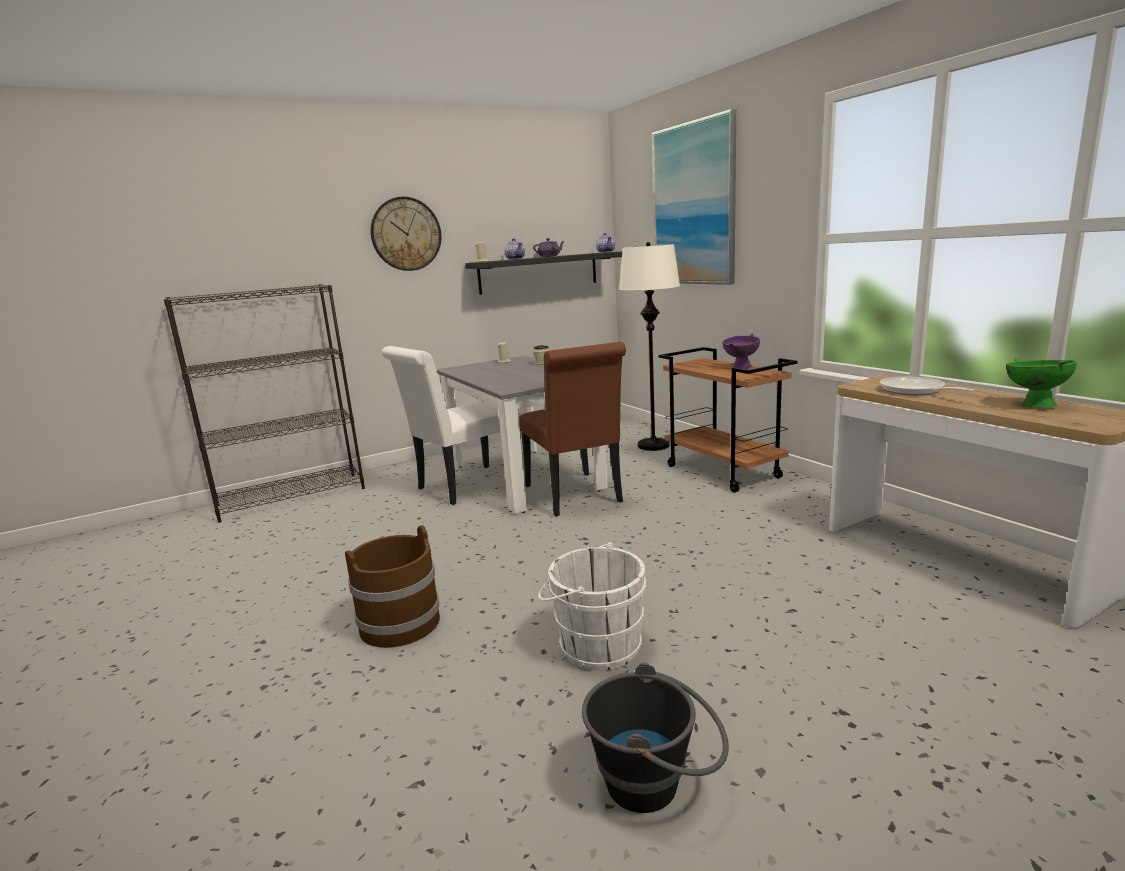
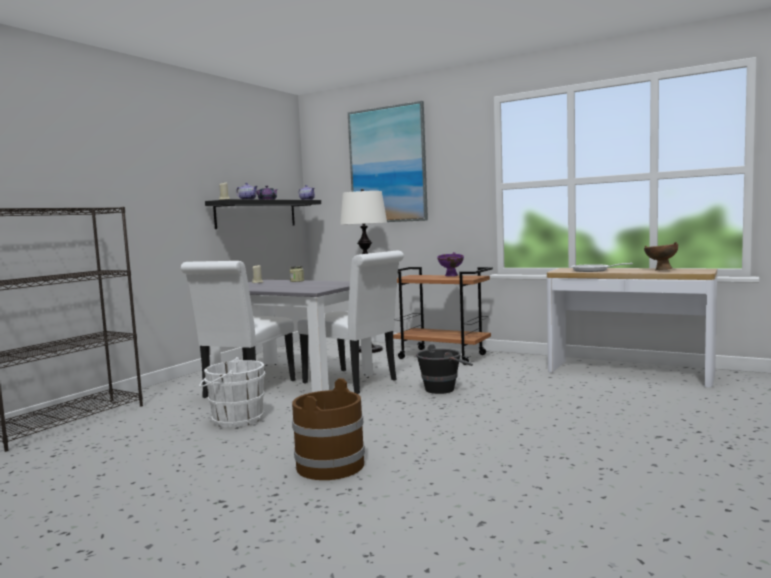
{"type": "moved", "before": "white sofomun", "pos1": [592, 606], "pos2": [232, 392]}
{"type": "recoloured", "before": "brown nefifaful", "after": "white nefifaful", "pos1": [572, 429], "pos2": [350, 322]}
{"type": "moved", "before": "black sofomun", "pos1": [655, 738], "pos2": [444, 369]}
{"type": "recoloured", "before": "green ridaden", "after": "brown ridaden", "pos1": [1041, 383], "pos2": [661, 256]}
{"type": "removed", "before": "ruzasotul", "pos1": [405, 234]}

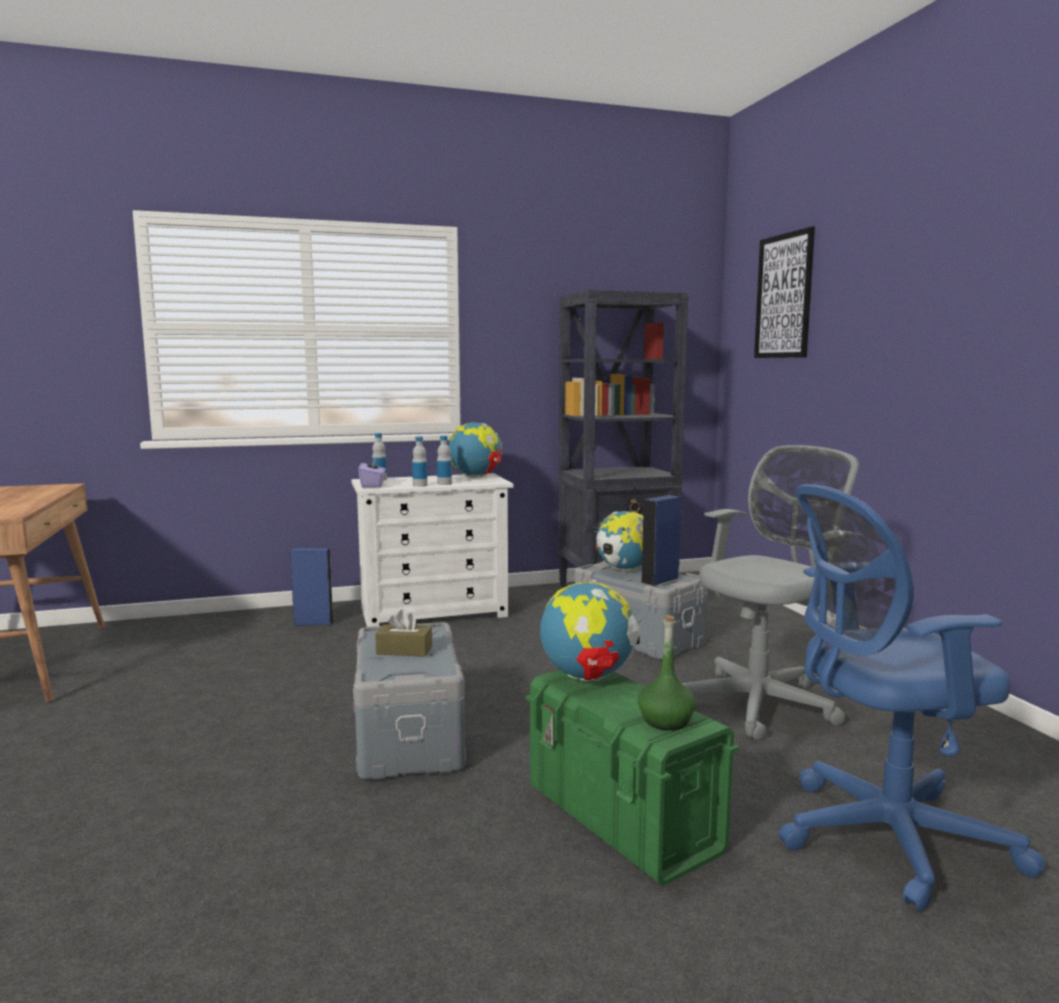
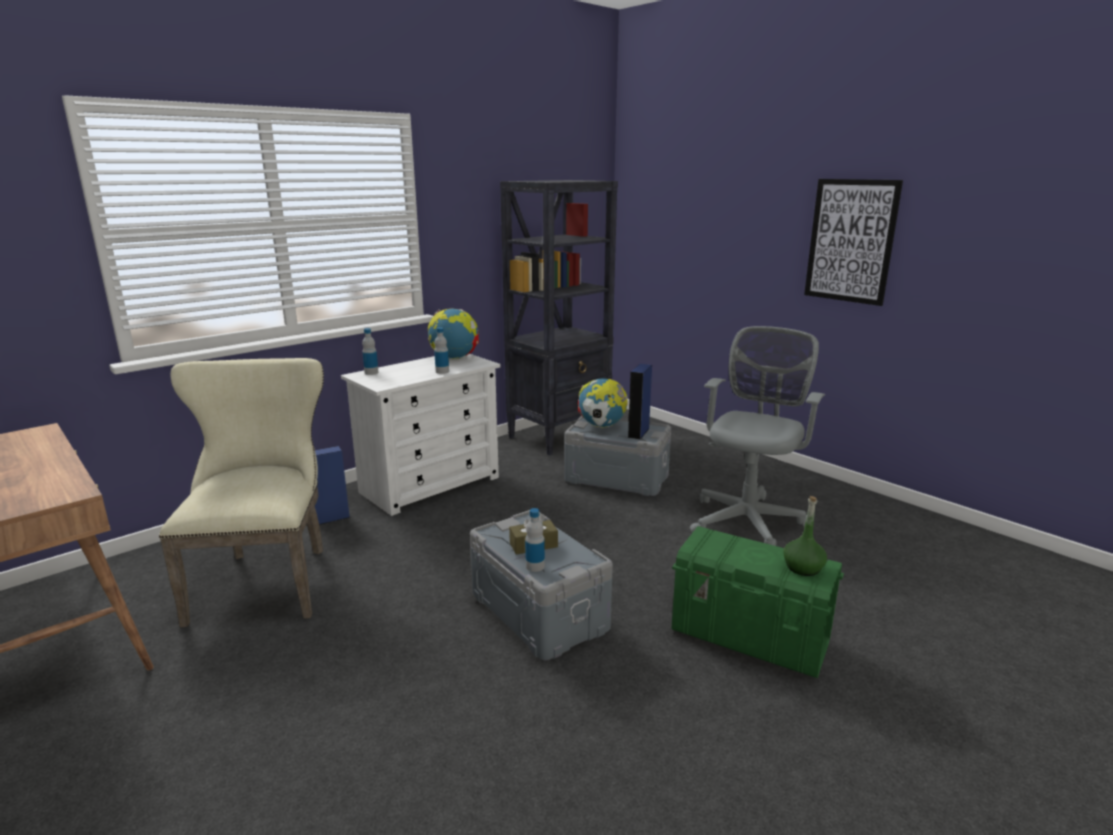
{"type": "added", "after": "beige nefifaful", "pos2": [241, 492]}
{"type": "moved", "before": "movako", "pos1": [420, 462], "pos2": [535, 540]}
{"type": "moved", "before": "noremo", "pos1": [784, 292], "pos2": [853, 242]}
{"type": "removed", "before": "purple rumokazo", "pos1": [372, 472]}
{"type": "removed", "before": "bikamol", "pos1": [590, 630]}
{"type": "removed", "before": "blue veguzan", "pos1": [912, 697]}

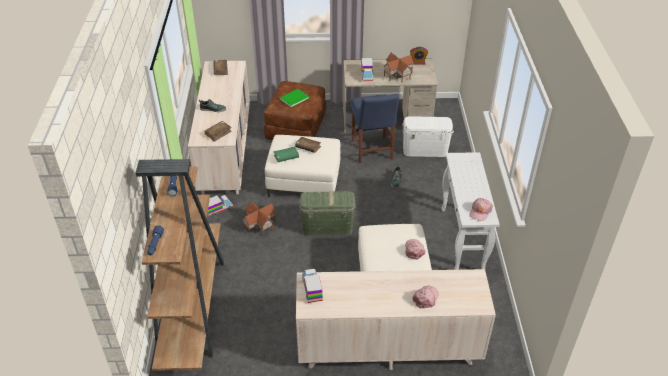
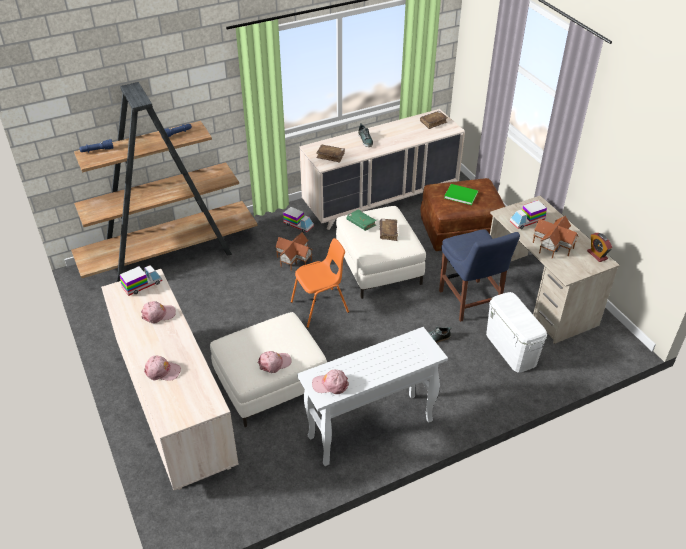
{"type": "added", "after": "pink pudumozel", "pos2": [158, 312]}
{"type": "replaced", "before": "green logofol", "after": "orange nefifaful", "pos1": [327, 213], "pos2": [320, 283]}
{"type": "turned", "before": "blue nefifaful", "pos1": [375, 128], "pos2": [479, 275], "turn": -75}

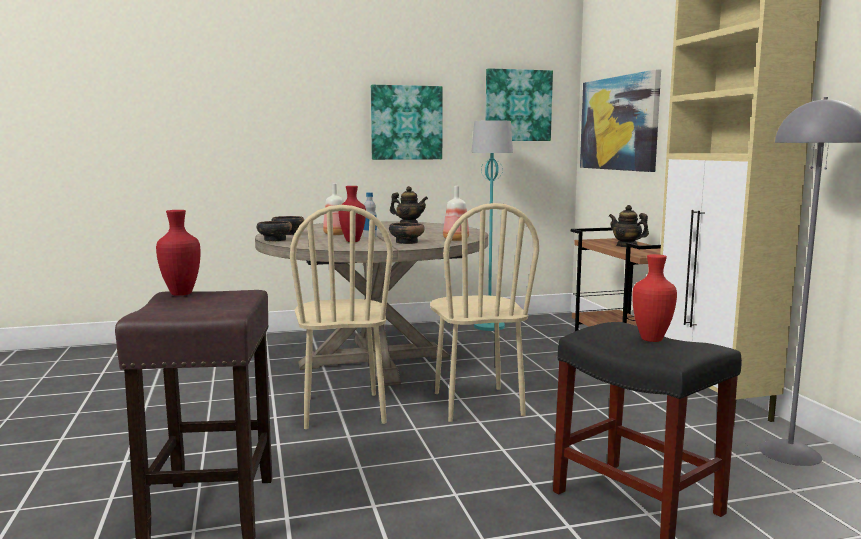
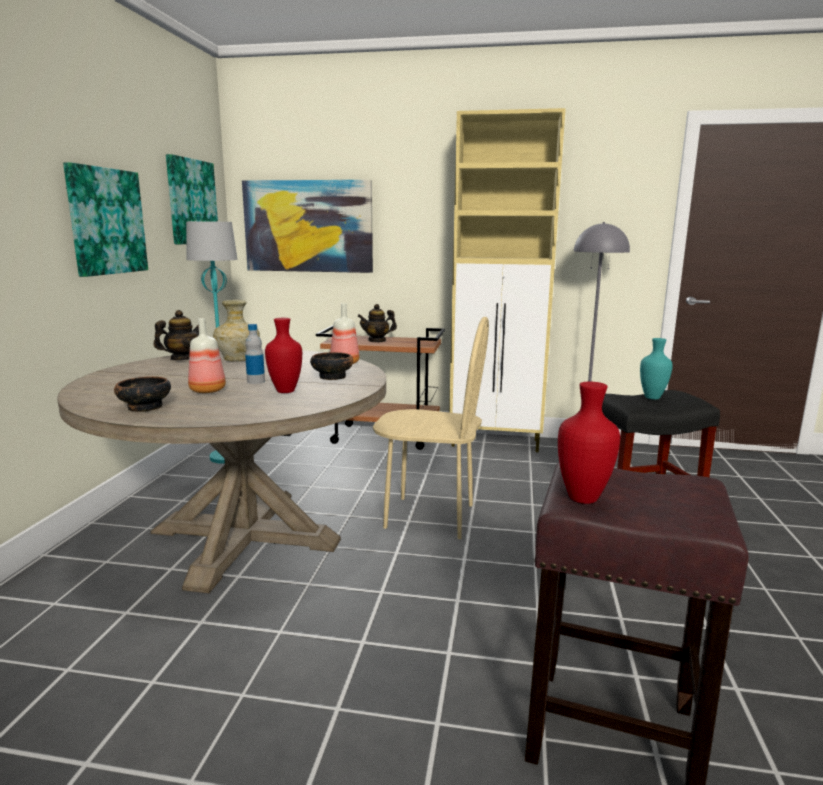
{"type": "added", "after": "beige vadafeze", "pos2": [236, 331]}
{"type": "recoloured", "before": "red vadafeze", "after": "turquoise vadafeze", "pos1": [654, 298], "pos2": [656, 369]}
{"type": "removed", "before": "ridaden", "pos1": [274, 231]}
{"type": "removed", "before": "beige nefifaful", "pos1": [341, 317]}

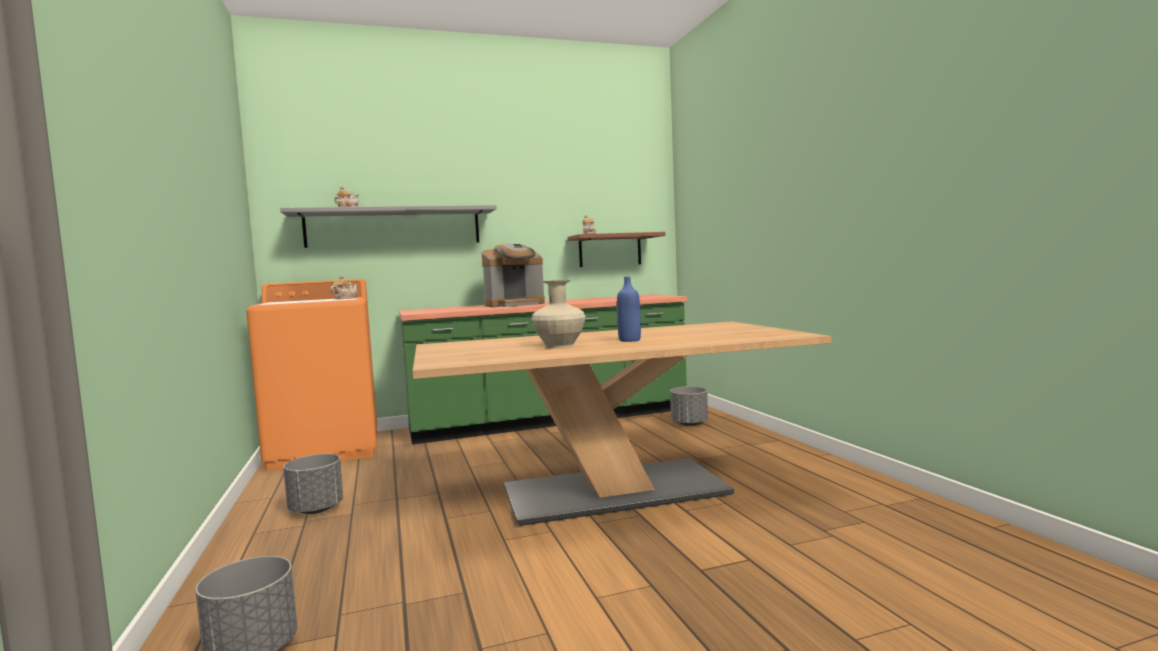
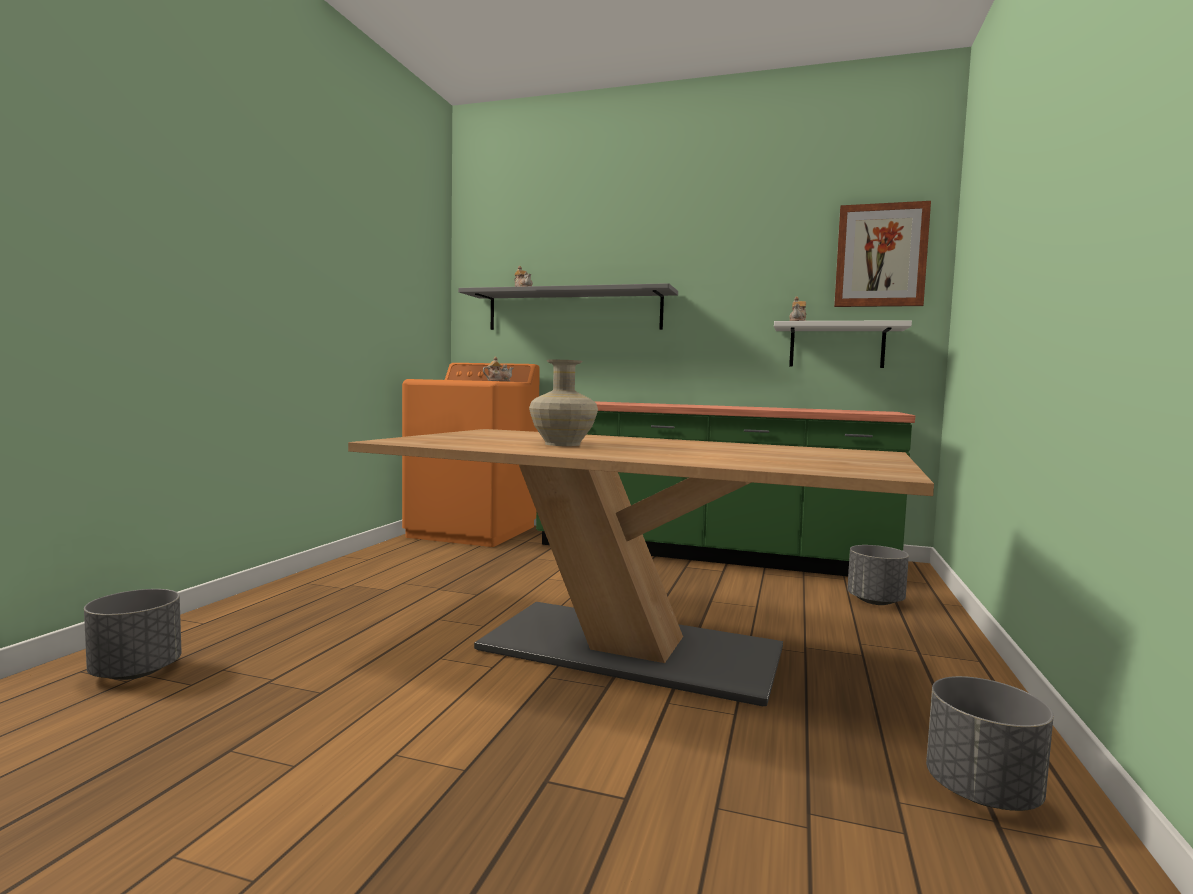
{"type": "recoloured", "before": "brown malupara", "after": "white malupara", "pos1": [617, 249], "pos2": [843, 344]}
{"type": "added", "after": "noremo", "pos2": [882, 254]}
{"type": "moved", "before": "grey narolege", "pos1": [313, 484], "pos2": [990, 743]}
{"type": "removed", "before": "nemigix", "pos1": [513, 275]}
{"type": "removed", "before": "blue movako", "pos1": [629, 309]}

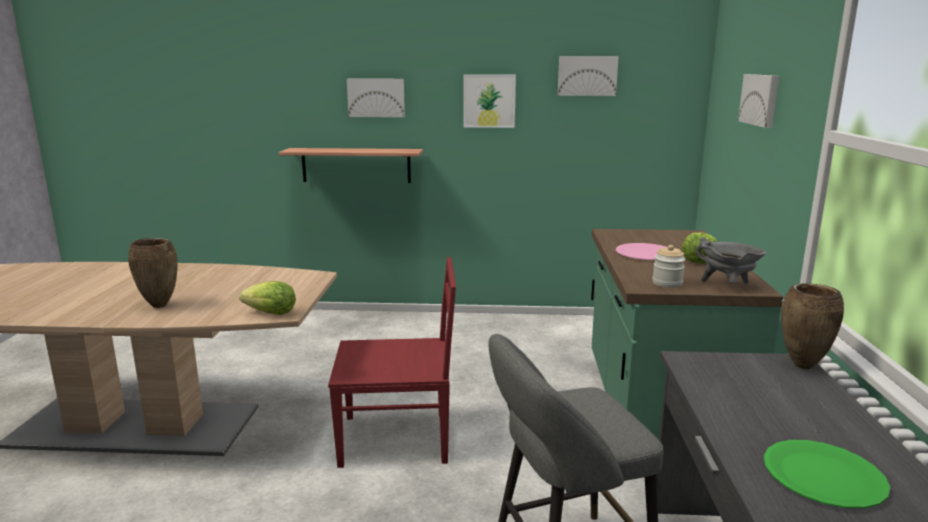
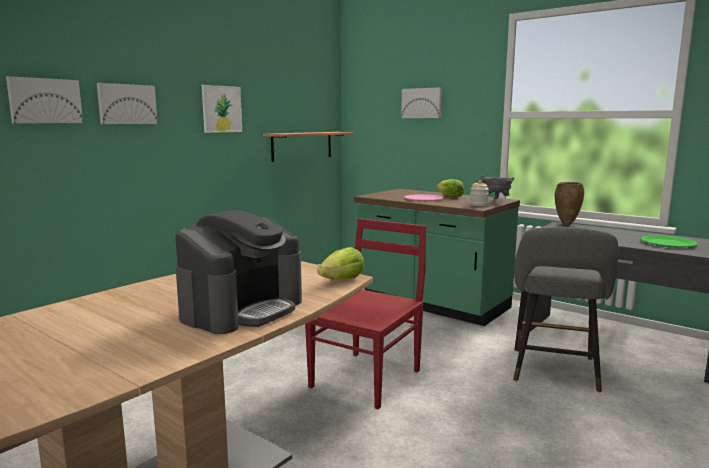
{"type": "moved", "before": "noremo", "pos1": [588, 76], "pos2": [44, 99]}
{"type": "replaced", "before": "brown vadafeze", "after": "nemigix", "pos1": [153, 273], "pos2": [238, 272]}
{"type": "moved", "before": "malupara", "pos1": [351, 165], "pos2": [308, 147]}

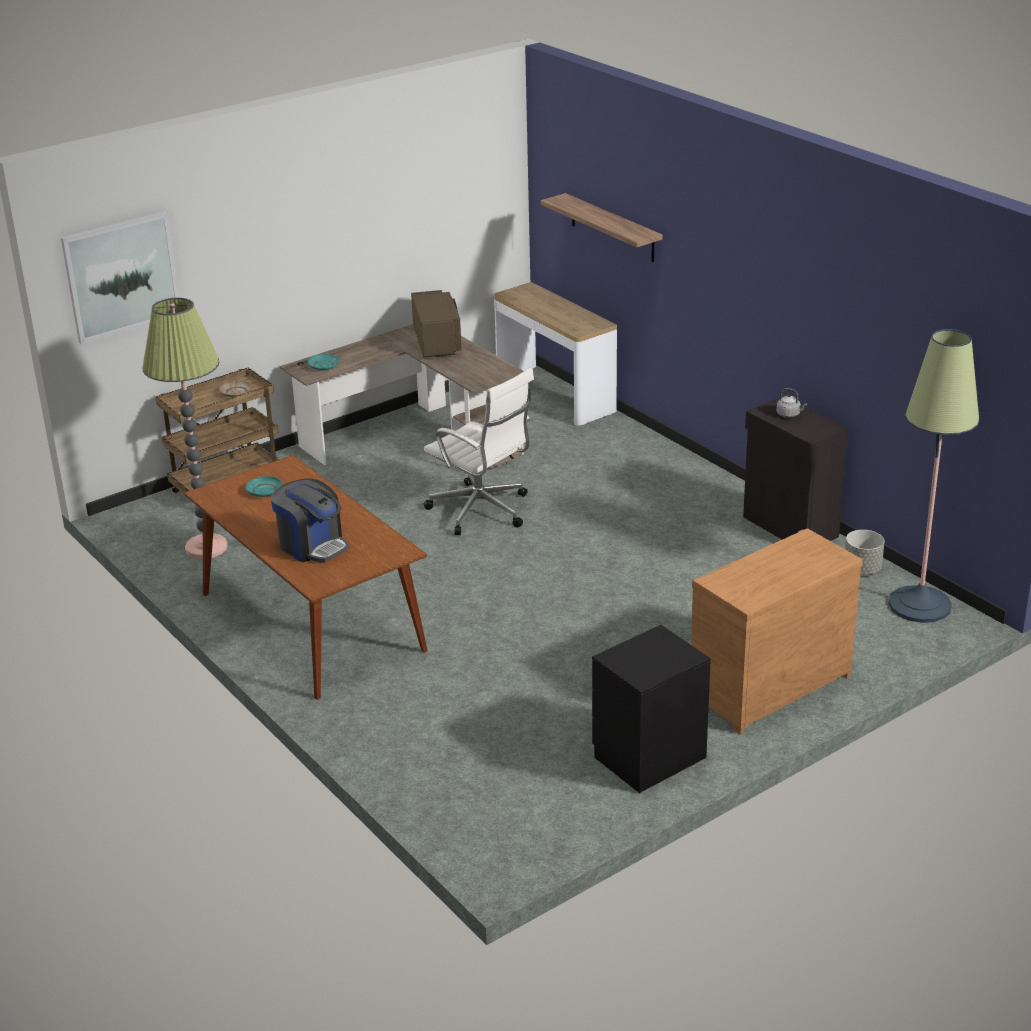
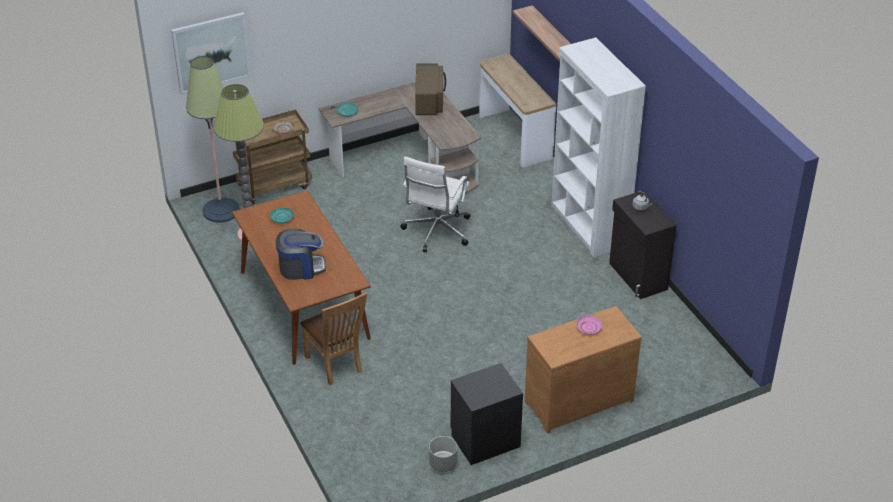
{"type": "moved", "before": "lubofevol", "pos1": [933, 476], "pos2": [213, 139]}
{"type": "turned", "before": "nemigix", "pos1": [309, 520], "pos2": [301, 254], "turn": -60}
{"type": "added", "after": "brown nefifaful", "pos2": [333, 338]}
{"type": "turned", "before": "white veguzan", "pos1": [479, 451], "pos2": [435, 204], "turn": 60}
{"type": "moved", "before": "grey narolege", "pos1": [865, 552], "pos2": [443, 454]}
{"type": "added", "after": "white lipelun", "pos2": [598, 147]}
{"type": "added", "after": "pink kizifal", "pos2": [589, 325]}

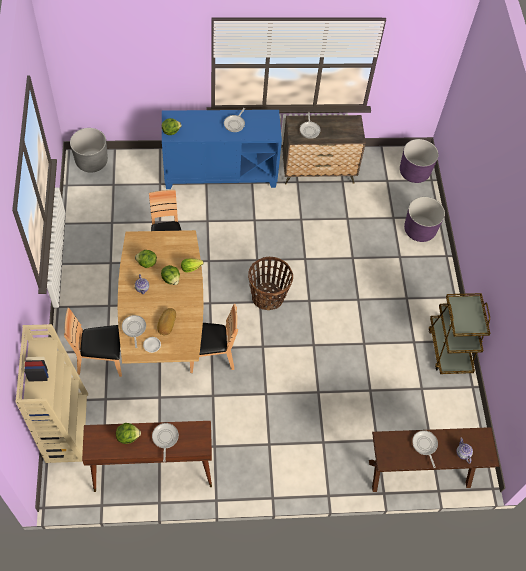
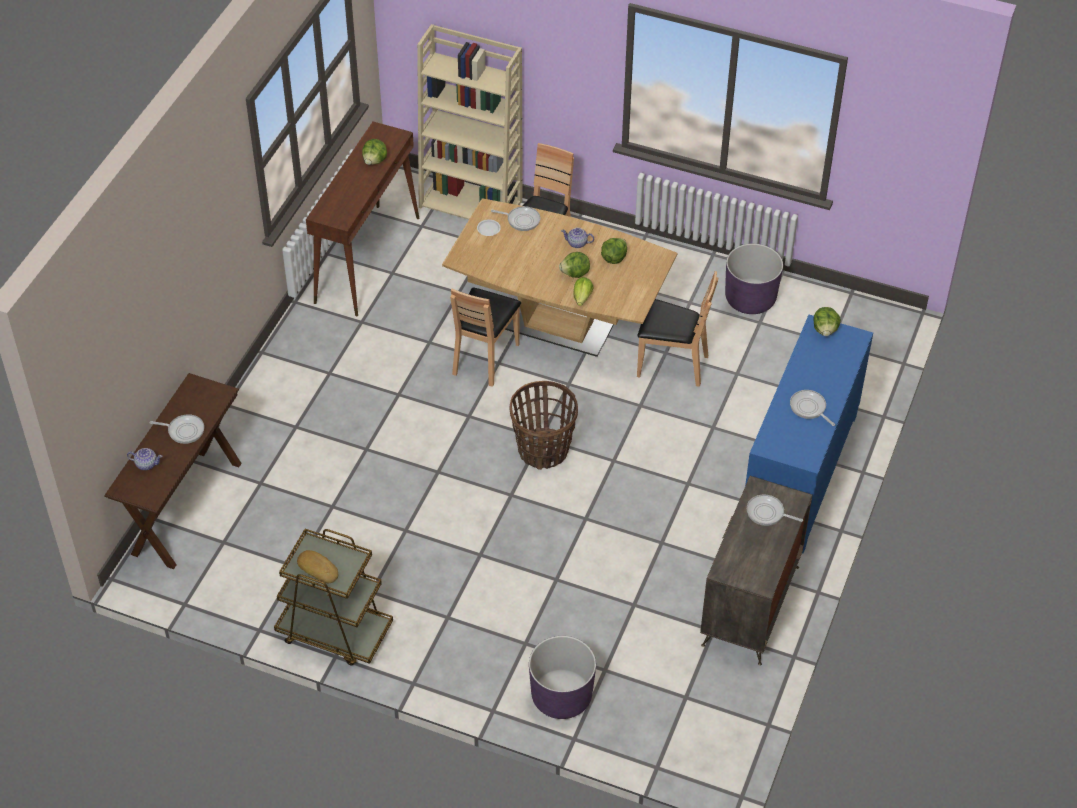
{"type": "moved", "before": "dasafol", "pos1": [166, 321], "pos2": [317, 566]}
{"type": "moved", "before": "purple narolege", "pos1": [419, 161], "pos2": [754, 279]}
{"type": "removed", "before": "grey narolege", "pos1": [89, 150]}
{"type": "removed", "before": "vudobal", "pos1": [165, 442]}

